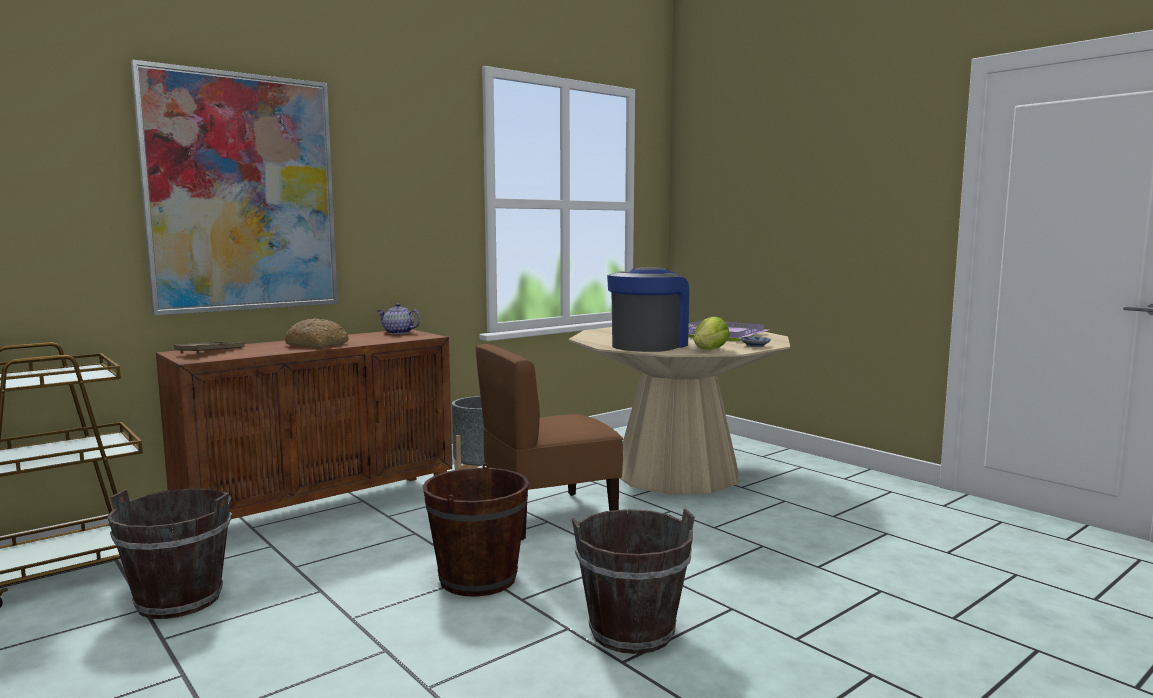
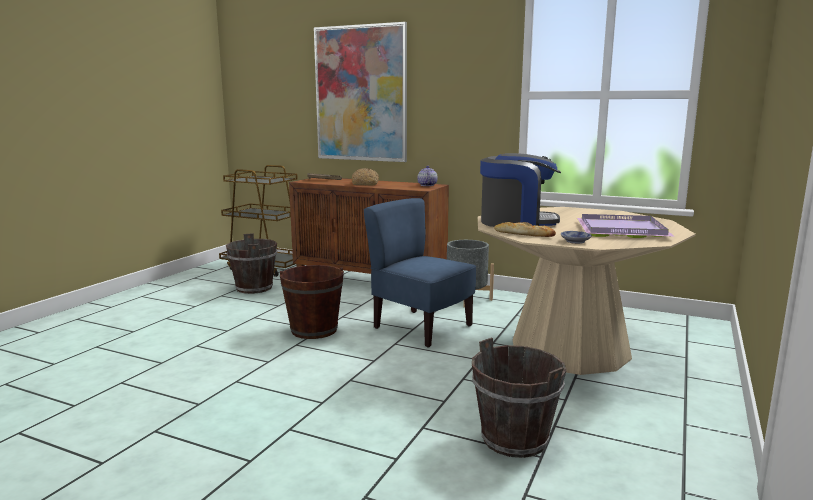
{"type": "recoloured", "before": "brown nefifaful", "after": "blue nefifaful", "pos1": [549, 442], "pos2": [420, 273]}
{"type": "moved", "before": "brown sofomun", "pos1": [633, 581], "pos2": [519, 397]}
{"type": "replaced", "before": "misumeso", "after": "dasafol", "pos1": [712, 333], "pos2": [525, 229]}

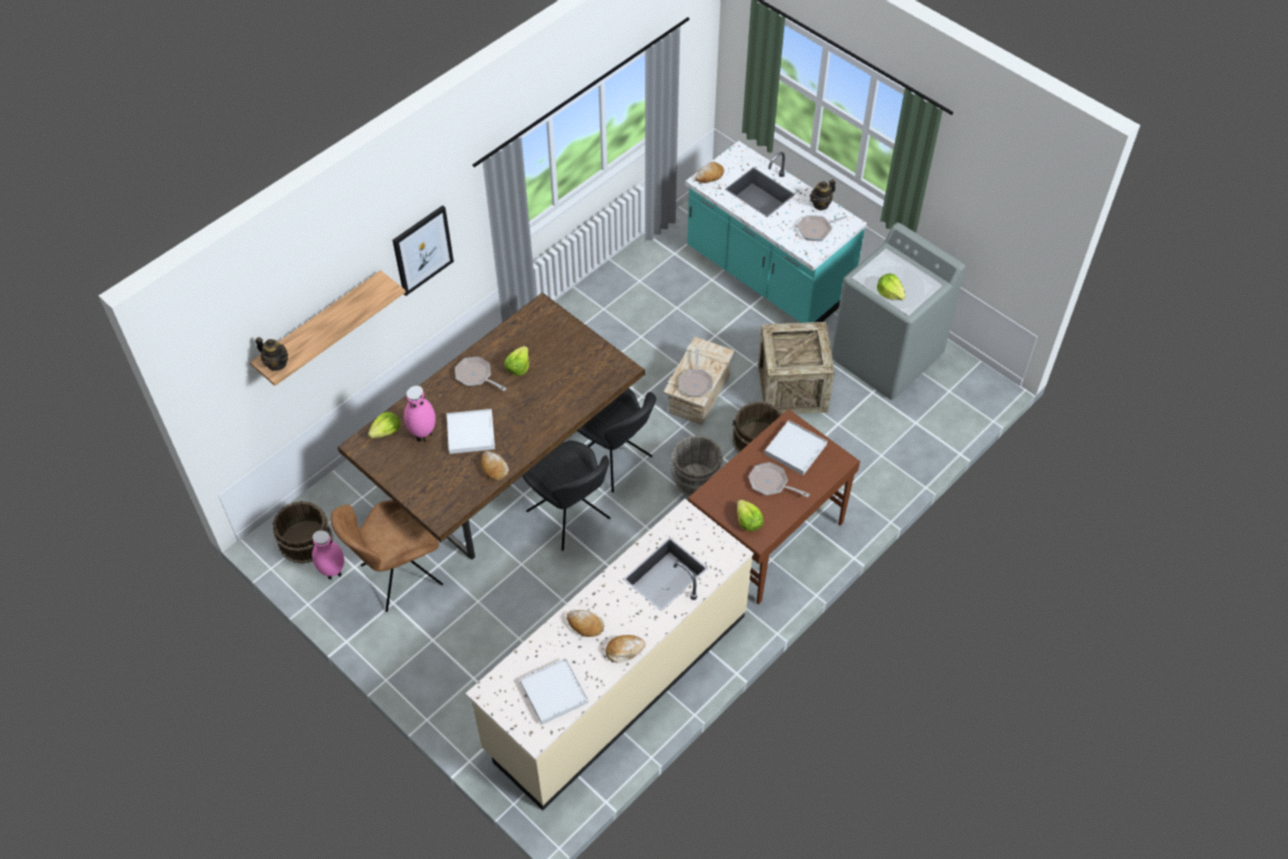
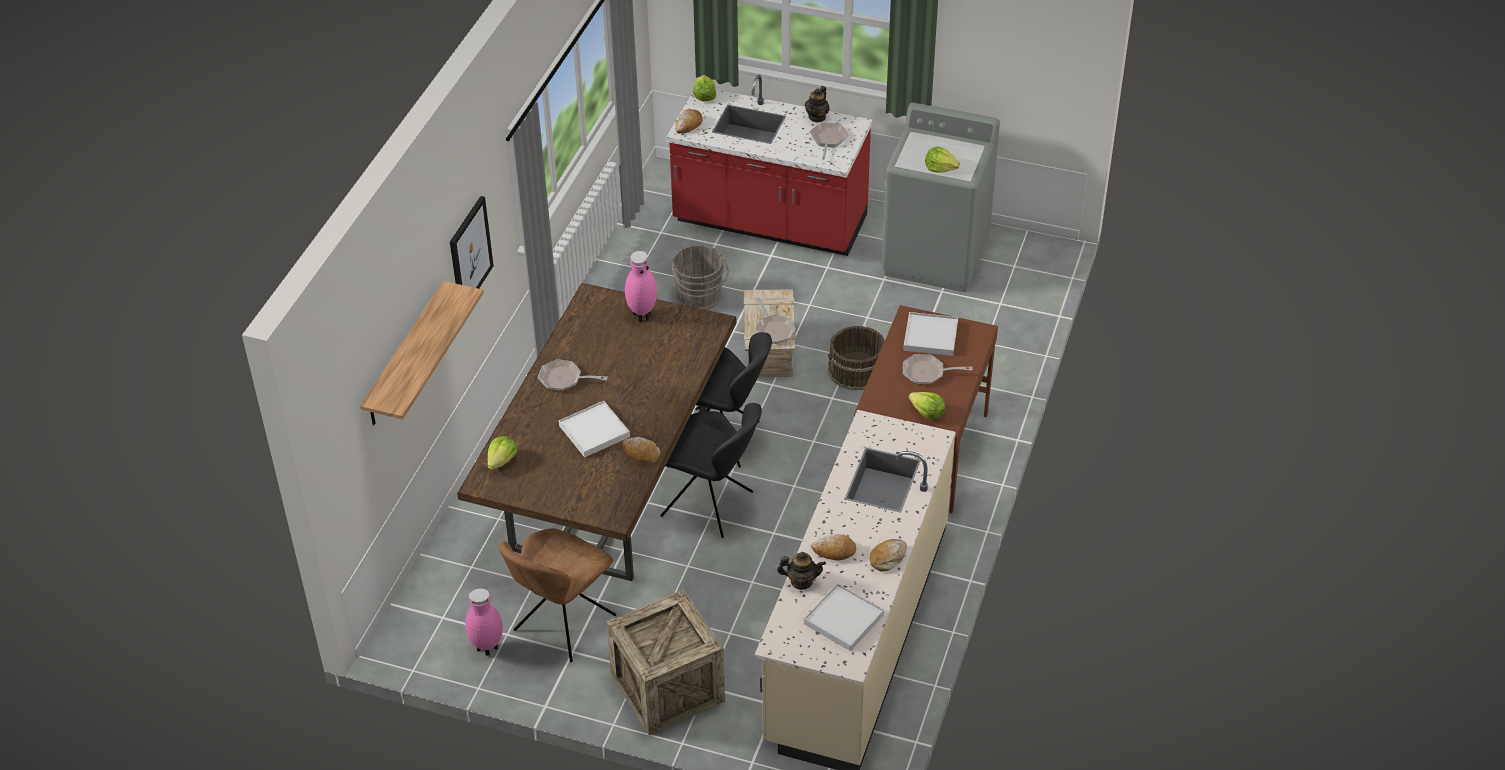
{"type": "moved", "before": "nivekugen", "pos1": [796, 368], "pos2": [665, 662]}
{"type": "moved", "before": "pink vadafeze", "pos1": [420, 414], "pos2": [641, 286]}
{"type": "recoloured", "before": "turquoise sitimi", "after": "red sitimi", "pos1": [776, 232], "pos2": [769, 165]}
{"type": "moved", "before": "grey sofomun", "pos1": [697, 466], "pos2": [700, 277]}
{"type": "moved", "before": "misumeso", "pos1": [516, 361], "pos2": [704, 88]}
{"type": "moved", "before": "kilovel", "pos1": [271, 354], "pos2": [801, 571]}
{"type": "turned", "before": "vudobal", "pos1": [822, 228], "pos2": [829, 141], "turn": 150}
{"type": "removed", "before": "brown sofomun", "pos1": [303, 532]}

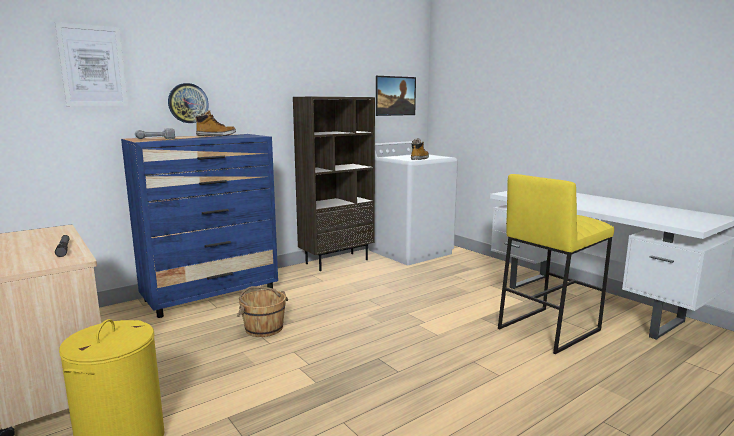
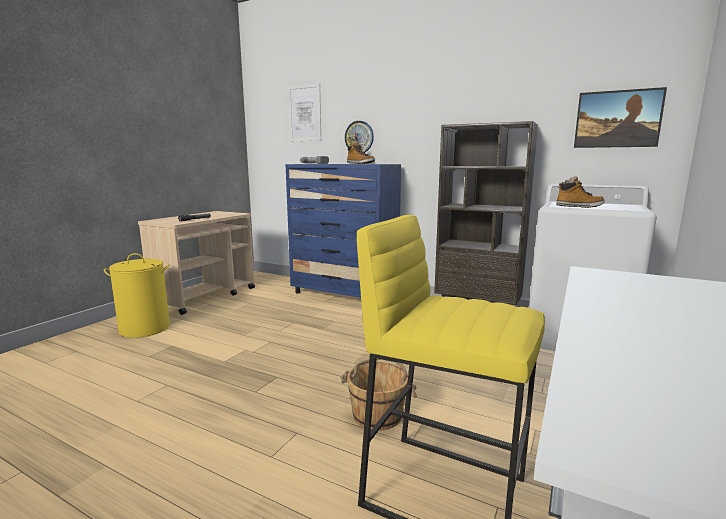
{"type": "moved", "before": "brown sofomun", "pos1": [262, 311], "pos2": [378, 394]}

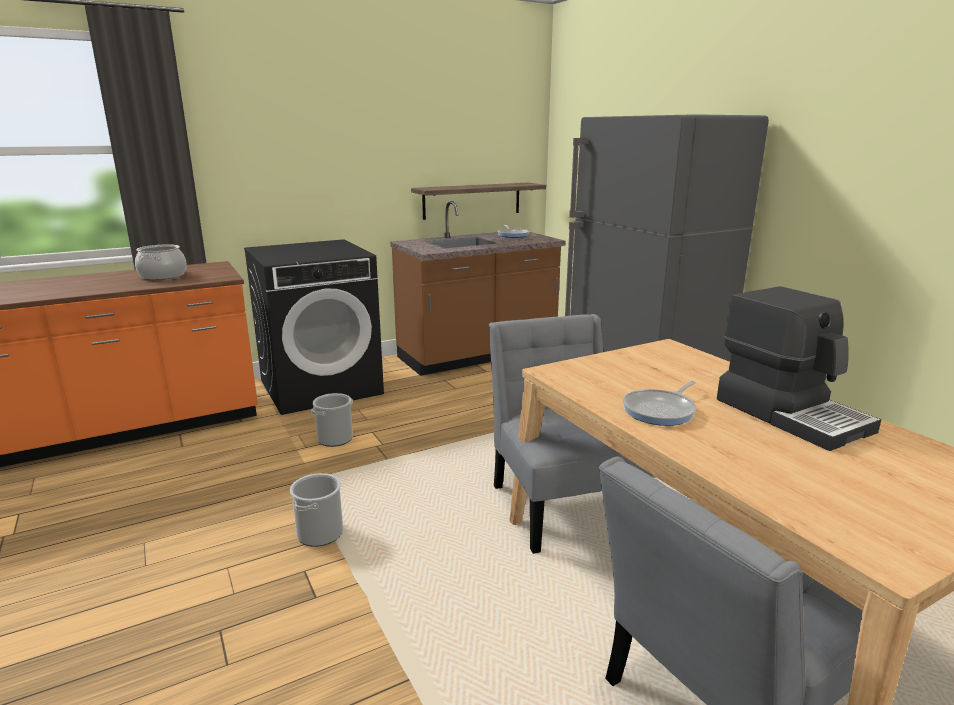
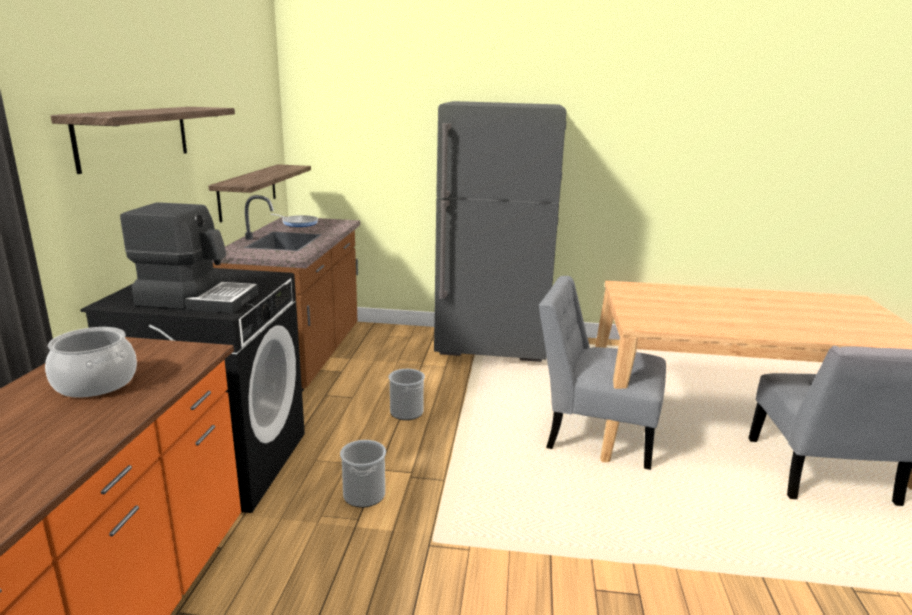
{"type": "added", "after": "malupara", "pos2": [143, 140]}
{"type": "moved", "before": "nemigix", "pos1": [799, 368], "pos2": [189, 257]}
{"type": "moved", "before": "sofomun", "pos1": [316, 510], "pos2": [407, 394]}
{"type": "removed", "before": "vudobal", "pos1": [659, 403]}

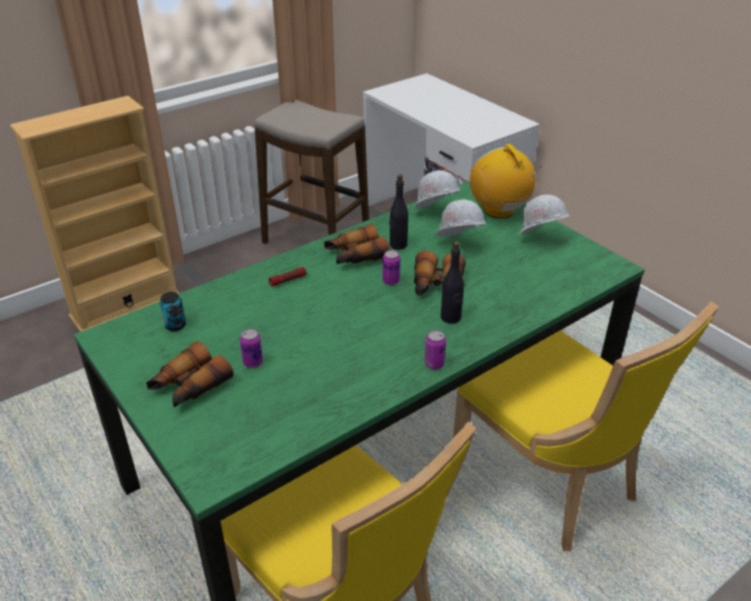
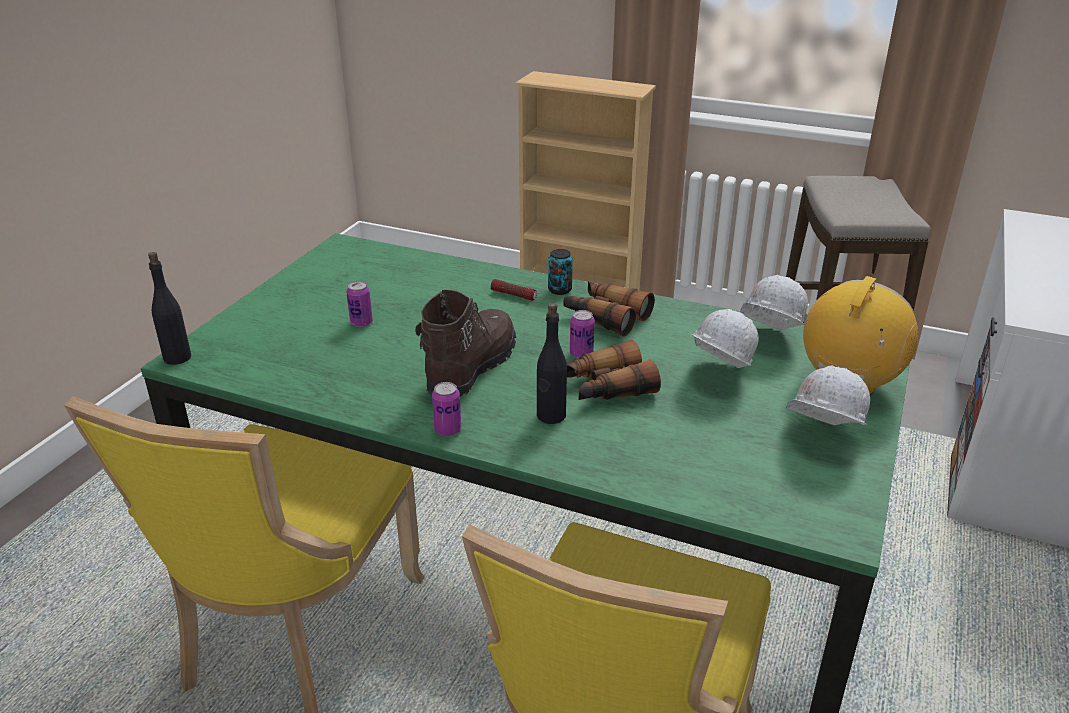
{"type": "moved", "before": "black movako", "pos1": [398, 212], "pos2": [169, 308]}
{"type": "added", "after": "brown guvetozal", "pos2": [465, 343]}
{"type": "moved", "before": "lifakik", "pos1": [173, 311], "pos2": [560, 272]}
{"type": "removed", "before": "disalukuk", "pos1": [190, 374]}

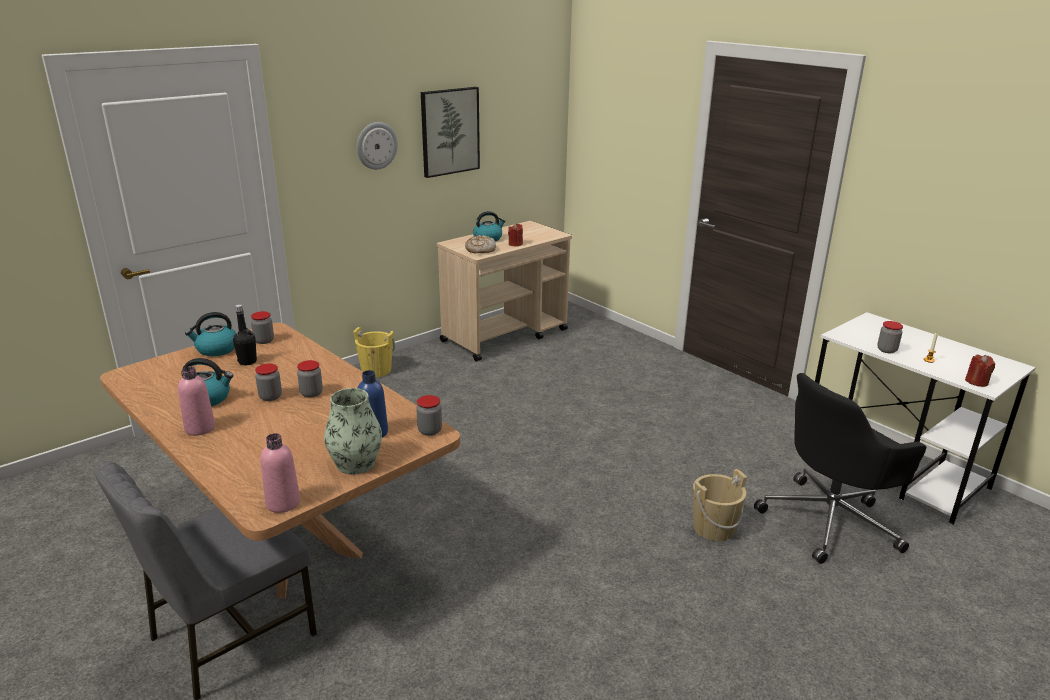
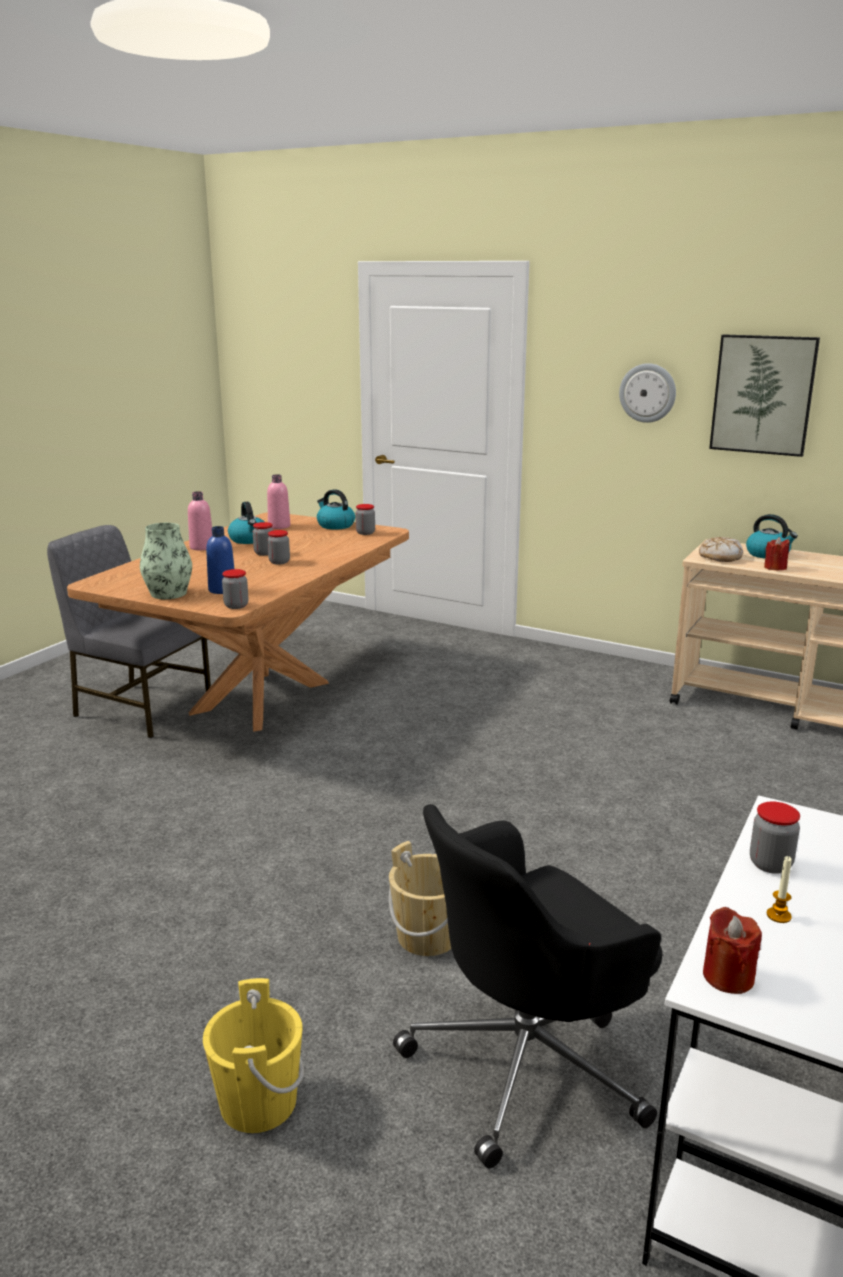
{"type": "moved", "before": "yellow sofomun", "pos1": [374, 352], "pos2": [253, 1055]}
{"type": "moved", "before": "pink movako", "pos1": [280, 473], "pos2": [278, 501]}
{"type": "turned", "before": "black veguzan", "pos1": [840, 468], "pos2": [527, 986], "turn": -75}
{"type": "removed", "before": "black movako", "pos1": [245, 334]}

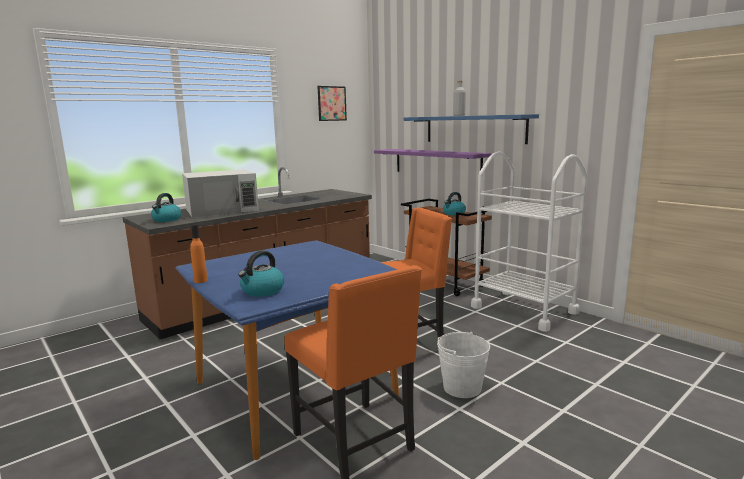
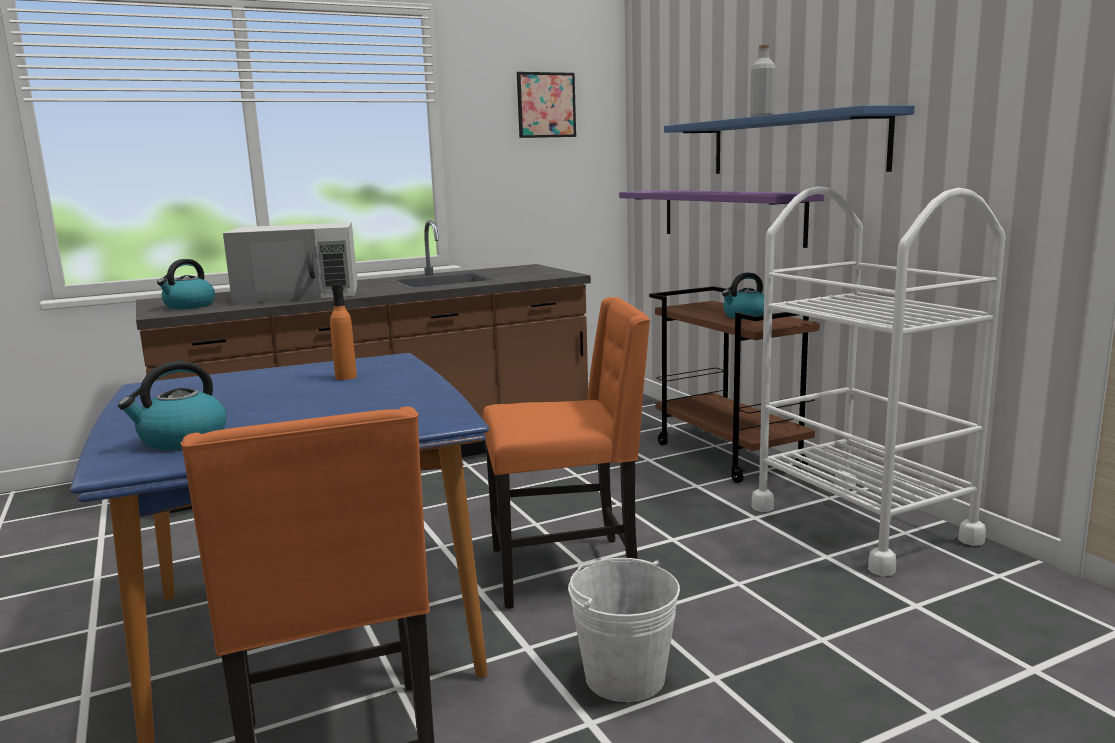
{"type": "moved", "before": "orange movako", "pos1": [199, 253], "pos2": [343, 332]}

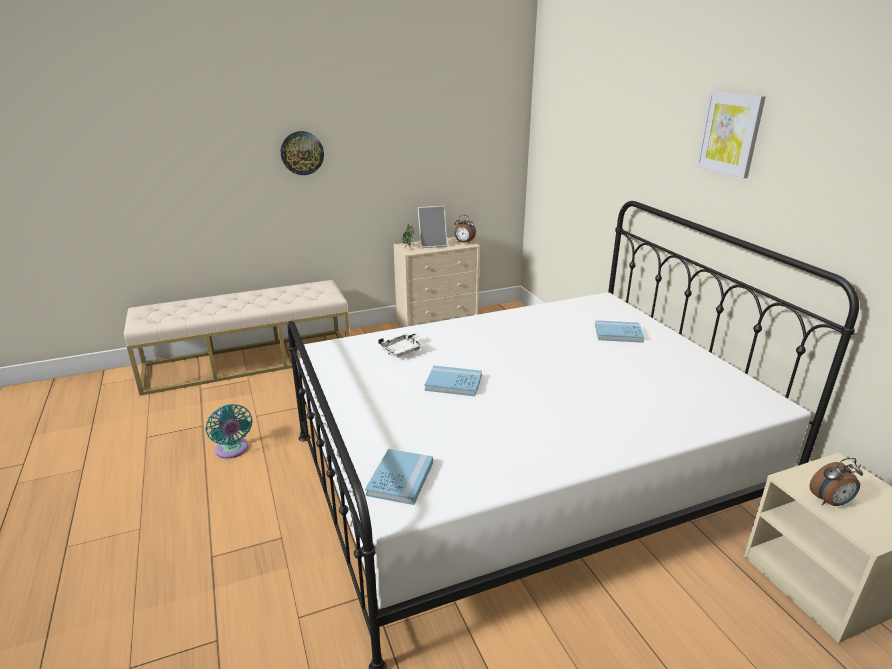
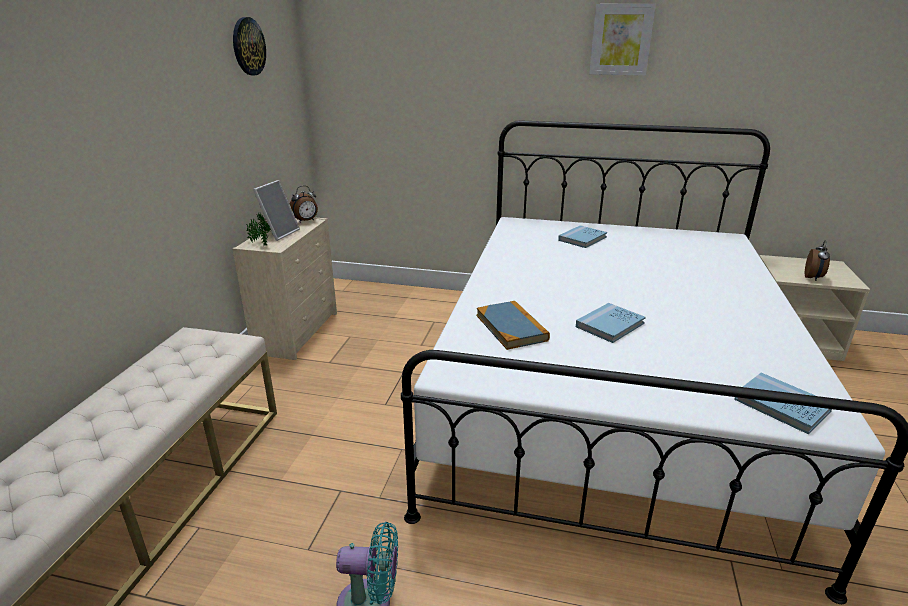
{"type": "moved", "before": "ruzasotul", "pos1": [302, 153], "pos2": [249, 46]}
{"type": "replaced", "before": "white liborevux", "after": "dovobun", "pos1": [401, 345], "pos2": [513, 325]}

